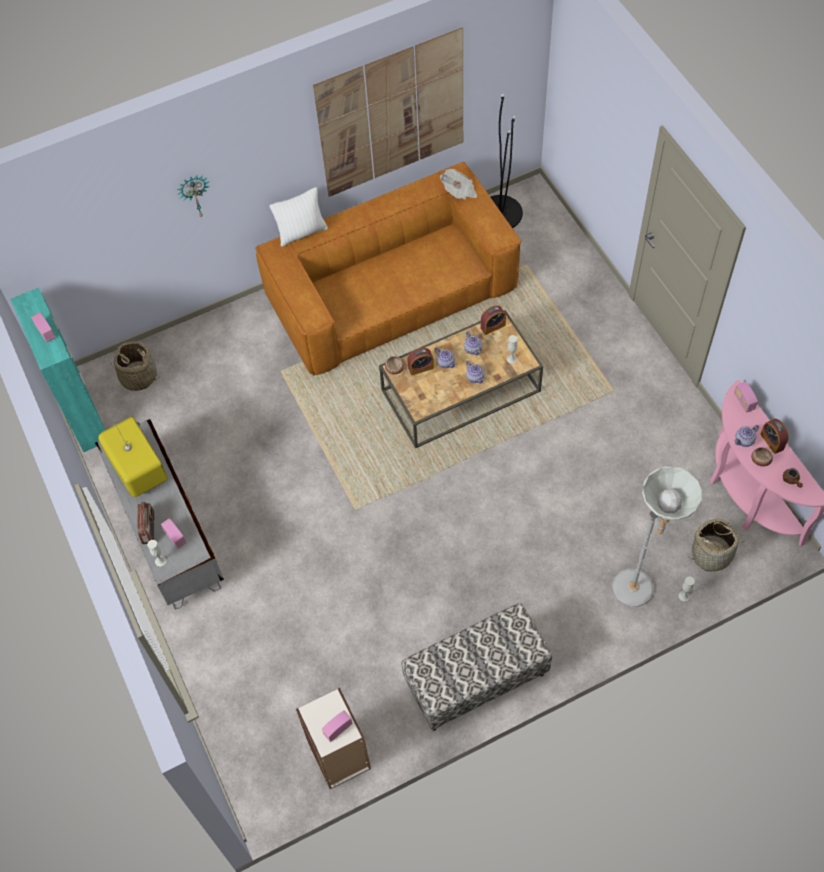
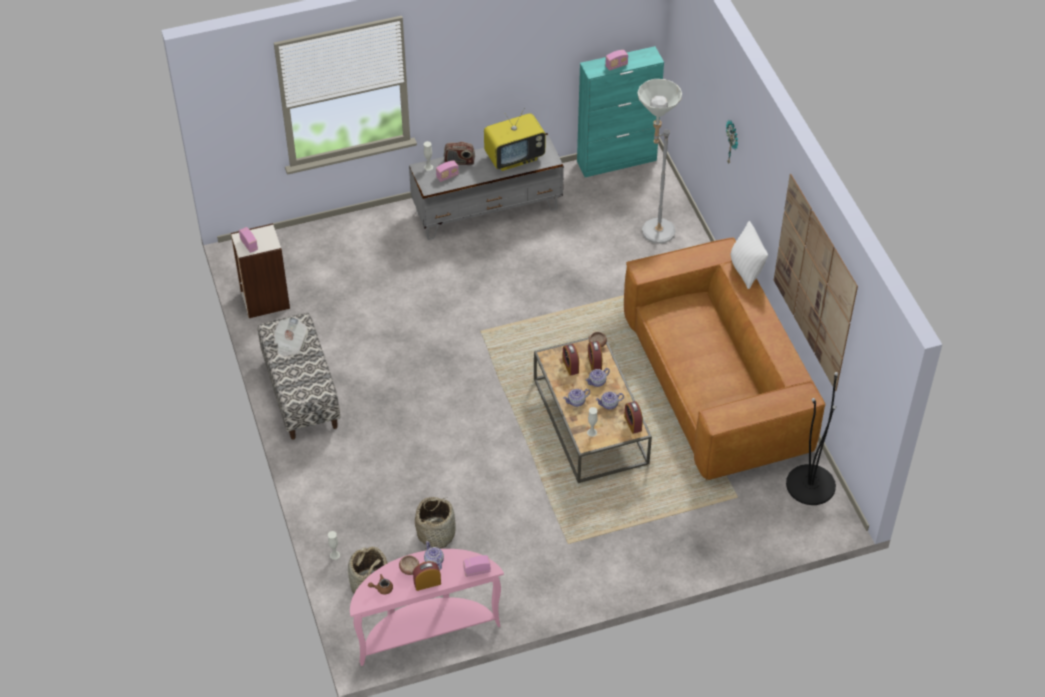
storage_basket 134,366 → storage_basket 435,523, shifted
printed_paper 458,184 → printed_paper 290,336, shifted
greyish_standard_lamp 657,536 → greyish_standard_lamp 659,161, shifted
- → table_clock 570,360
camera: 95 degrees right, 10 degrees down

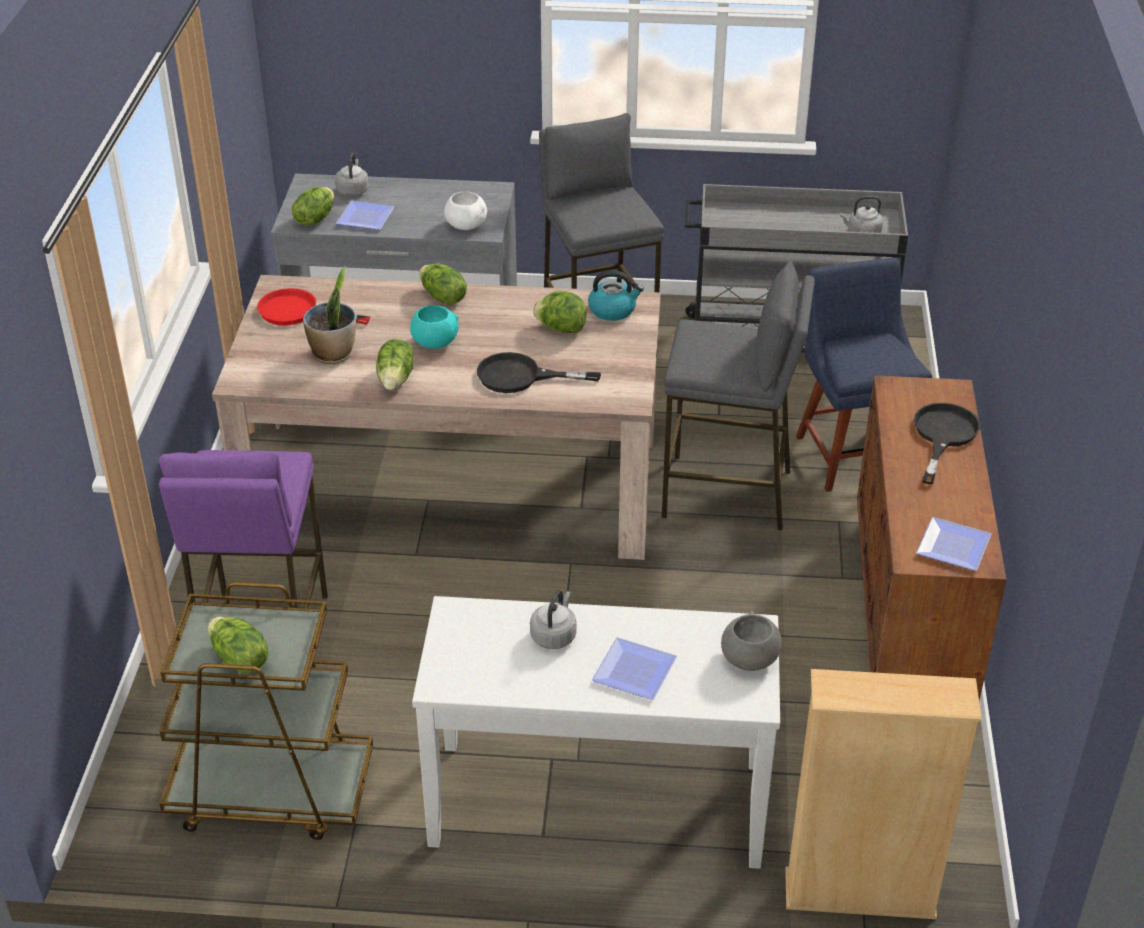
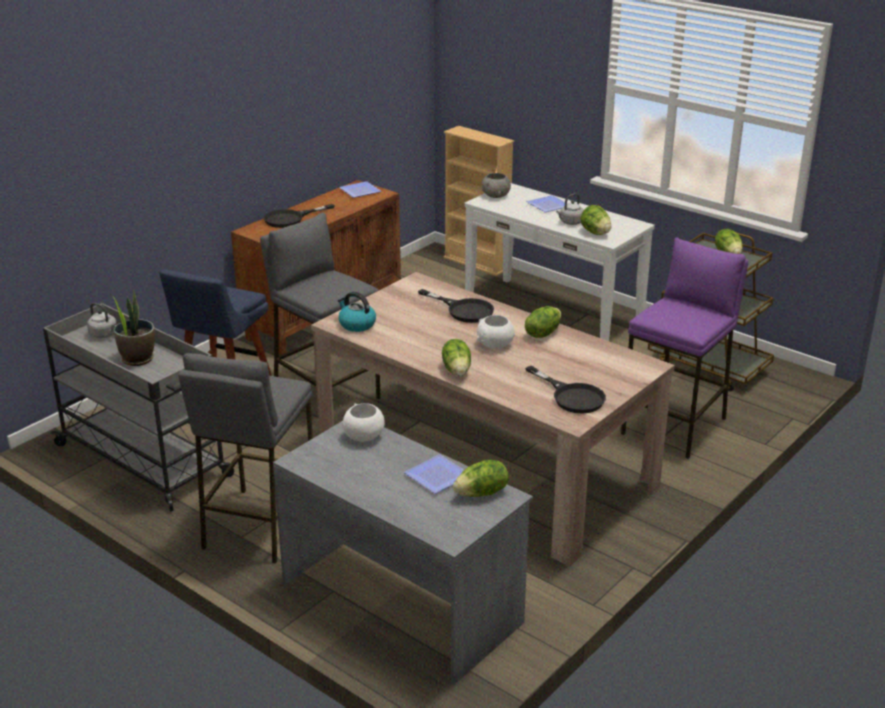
red_frying_pan 313,307 → black-coloured_frying_pan 565,389
potted_plant 329,315 → potted_plant 132,328, shifted
greyish_tea_kettle 352,174 → -
turquoise_bowl 434,327 → whitish_bowl 496,332
lettuce 560,312 → lettuce 596,220, shifted
camera: 145 degrees left, 10 degrees down

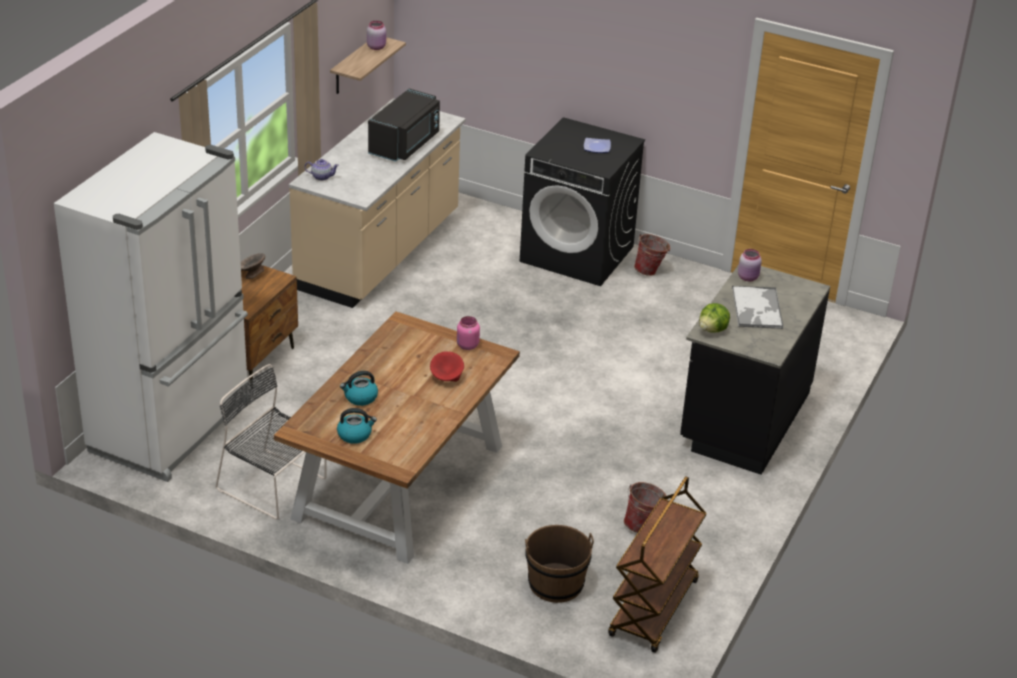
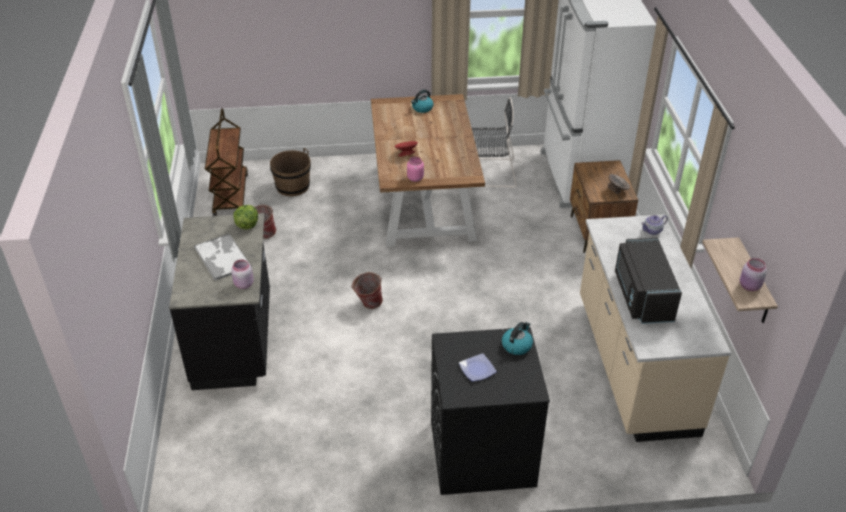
tea_kettle 359,388 → tea_kettle 517,338, shifted
water_bucket 652,255 → water_bucket 367,290, shifted
camera: 150 degrees right, 5 degrees up

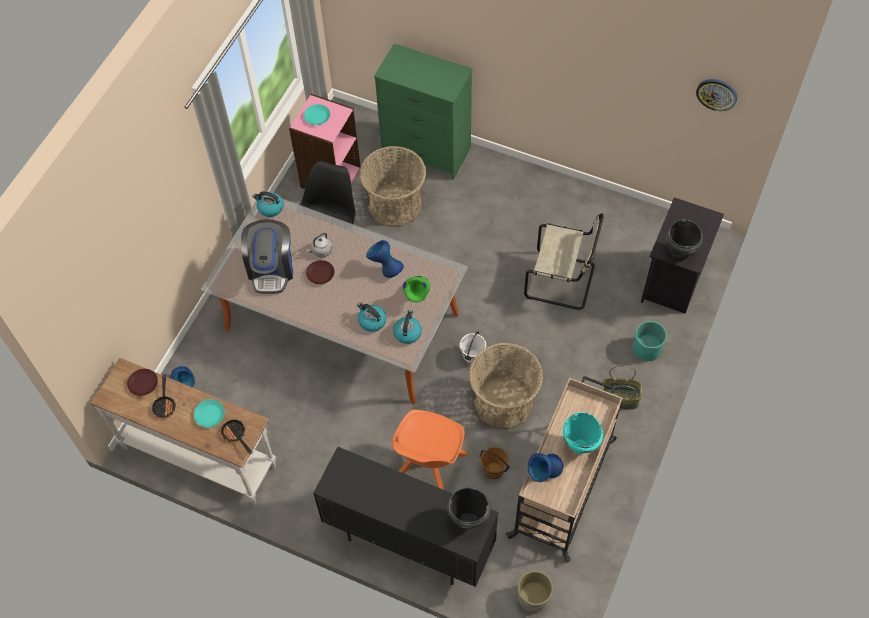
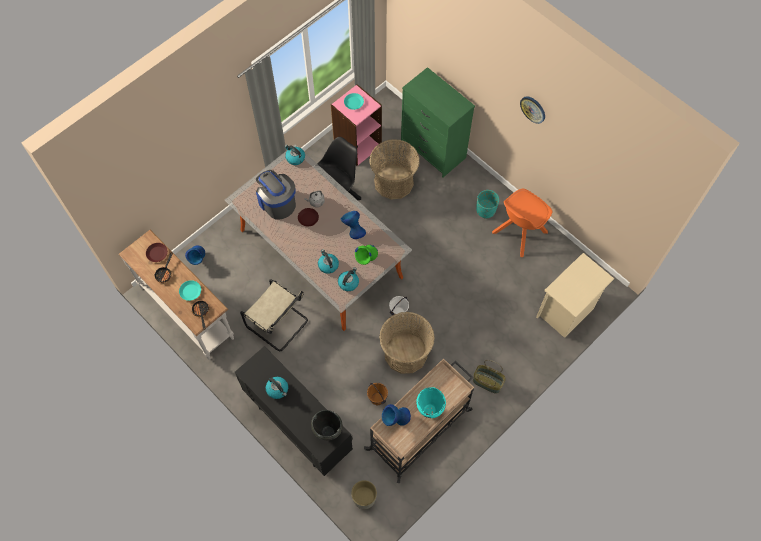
coffee_machine 267,256 → coffee_machine 276,195, 120 degrees clockwise
orangey_upright_chair 430,450 → orangey_upright_chair 522,223, shifted
sand-coloured_upright_chair 564,261 → sand-coloured_upright_chair 274,315, shifted
turquoise_plant_pot 650,341 → turquoise_plant_pot 487,204, shifted
black-coloured_night_table 682,255 → sand-coloured_night_table 575,295
black-coloured_cooking_pot 684,240 → -
wall_clock 716,95 → wall_clock 532,110, shifted
- → tea_kettle 277,388
camera: 20 degrees right, 5 degrees up

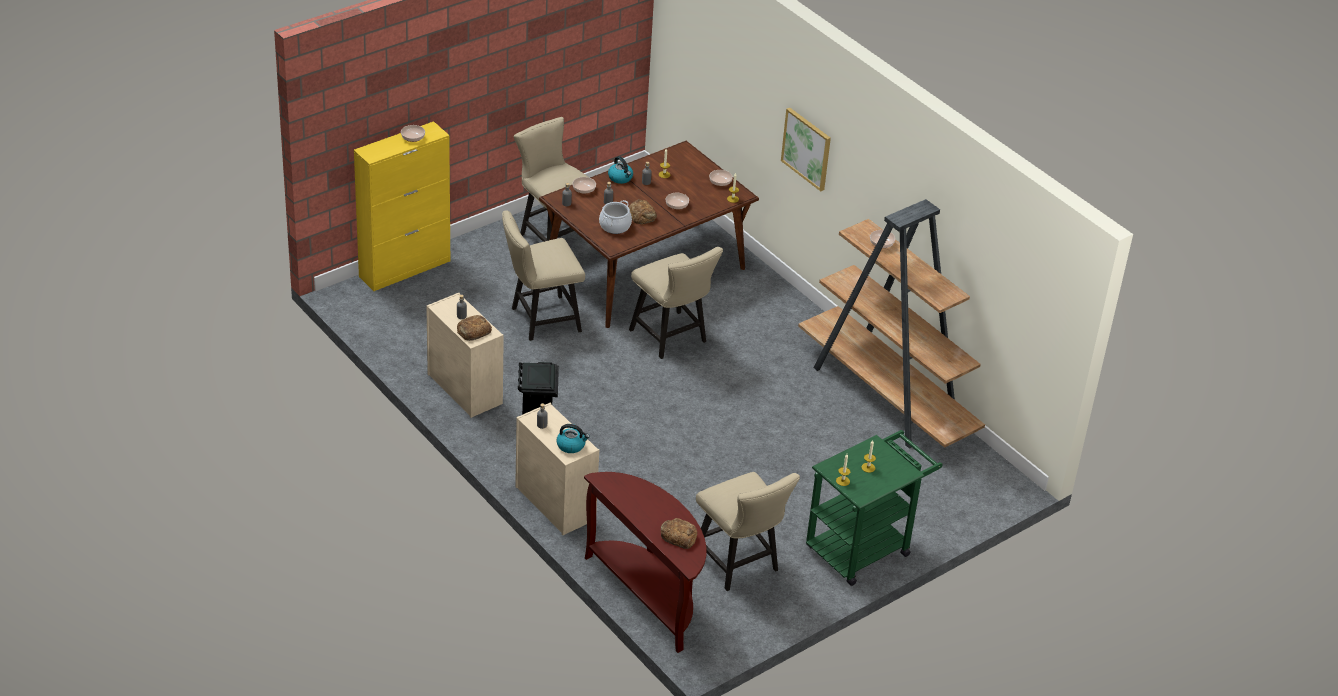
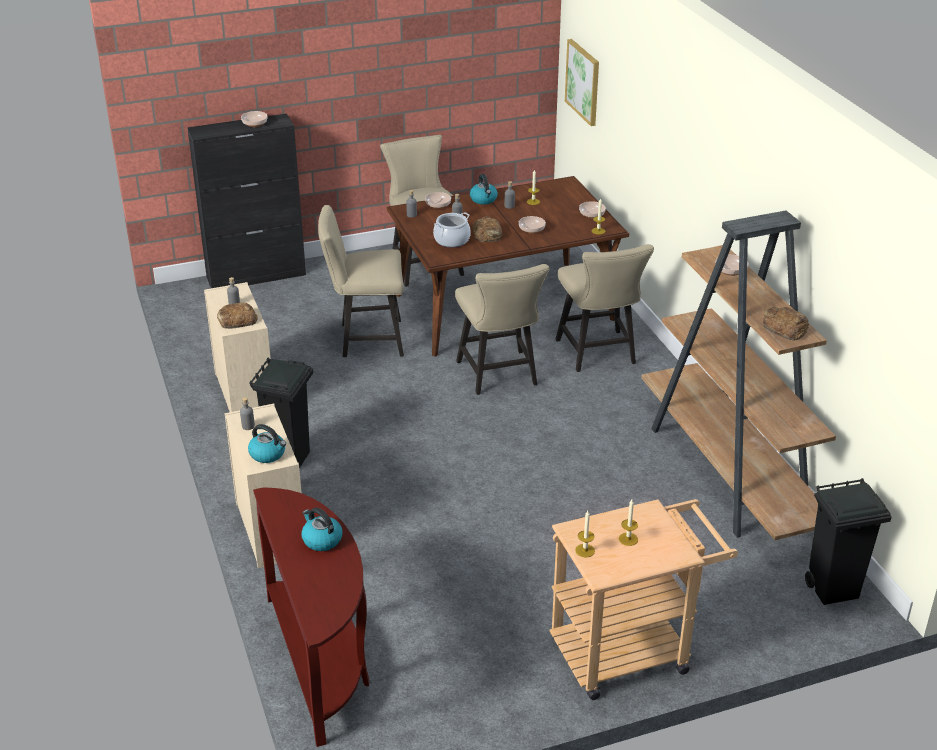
yellow-coloured_storage_cabinet 402,206 → black-coloured_storage_cabinet 246,200
bread 679,533 → bread 786,324, shifted
sand-coloured_upright_chair 748,531 → sand-coloured_upright_chair 604,308, shifted
wall_art 806,149 → wall_art 582,82, shifted
greenish_cart 874,508 → sand-coloured_cart 643,599
- → tea_kettle 322,529
- → black-coloured_rubbish_bin 848,541
camera: 20 degrees right, 5 degrees down

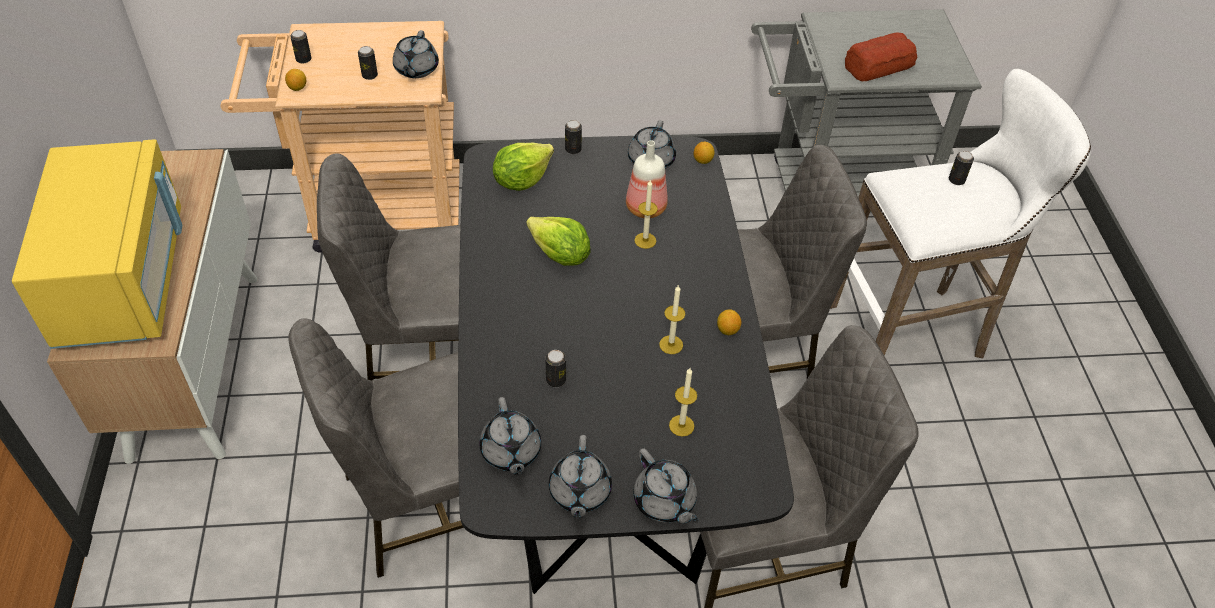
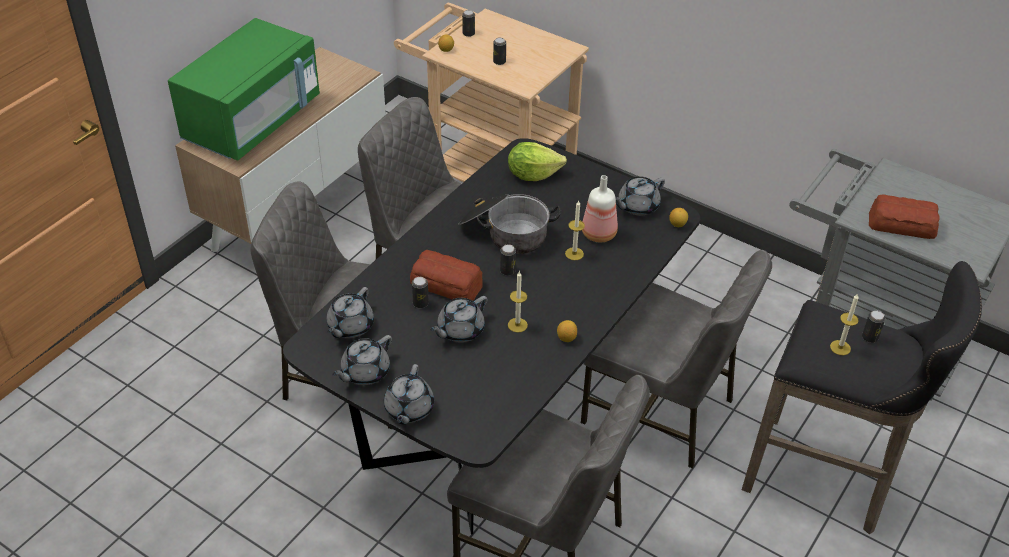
yellow-coloured_kitchen_microwave 97,244 → greenish_kitchen_microwave 244,89
greyish_tea_pot 416,54 → greyish_tea_pot 458,319, shifted
lettuce 558,241 → cooking_pot 509,224
sealed_can 573,137 → sealed_can 508,260, shifted
wax_candle 683,402 → wax_candle 844,324, shifted
whitish_sitting_stool 960,213 → black-coloured_sitting_stool 862,397
- → bread 446,275
camera: 40 degrees right, 5 degrees down

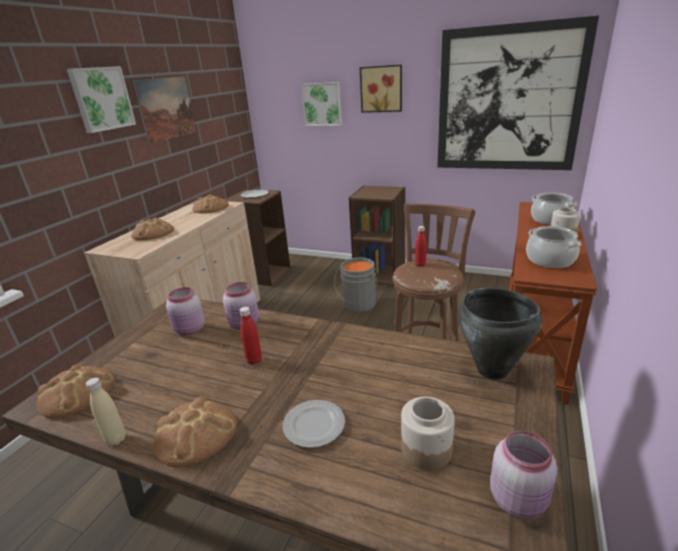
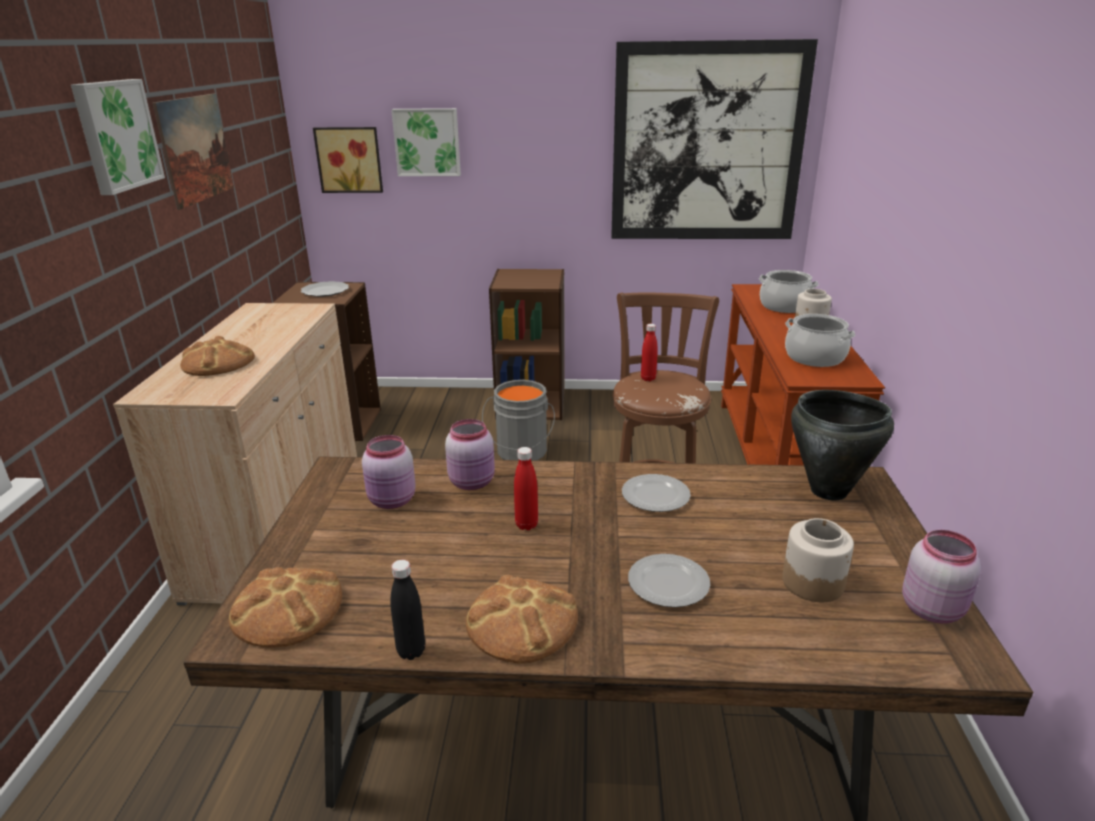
sand-coloured_beverage_bottle 106,411 → black-coloured_beverage_bottle 407,610
bread 210,204 → -
wall_art 380,89 → wall_art 348,160, shifted
- → plate 656,493
camera: 20 degrees left, 0 degrees up

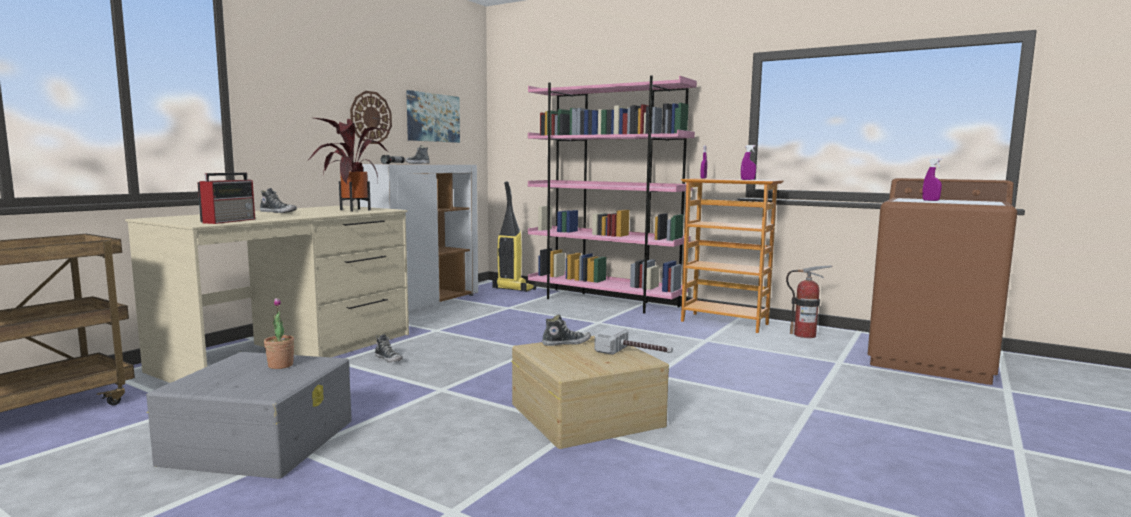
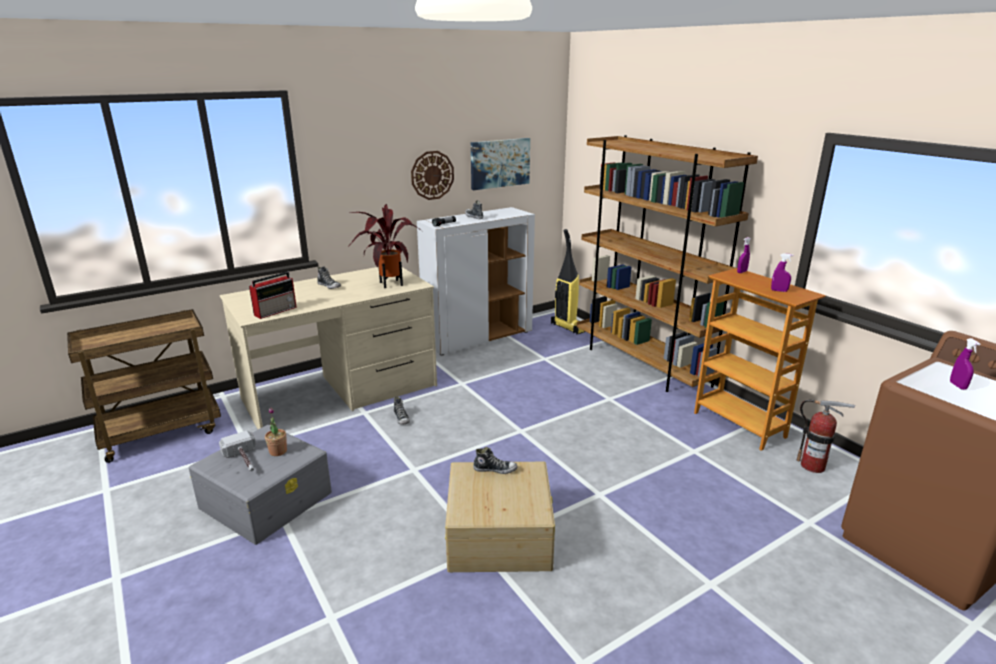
pinkish_bookcase 612,195 → brown-coloured_bookcase 667,263
hammer 633,341 → hammer 237,451, shifted
camera: 25 degrees right, 15 degrees up

